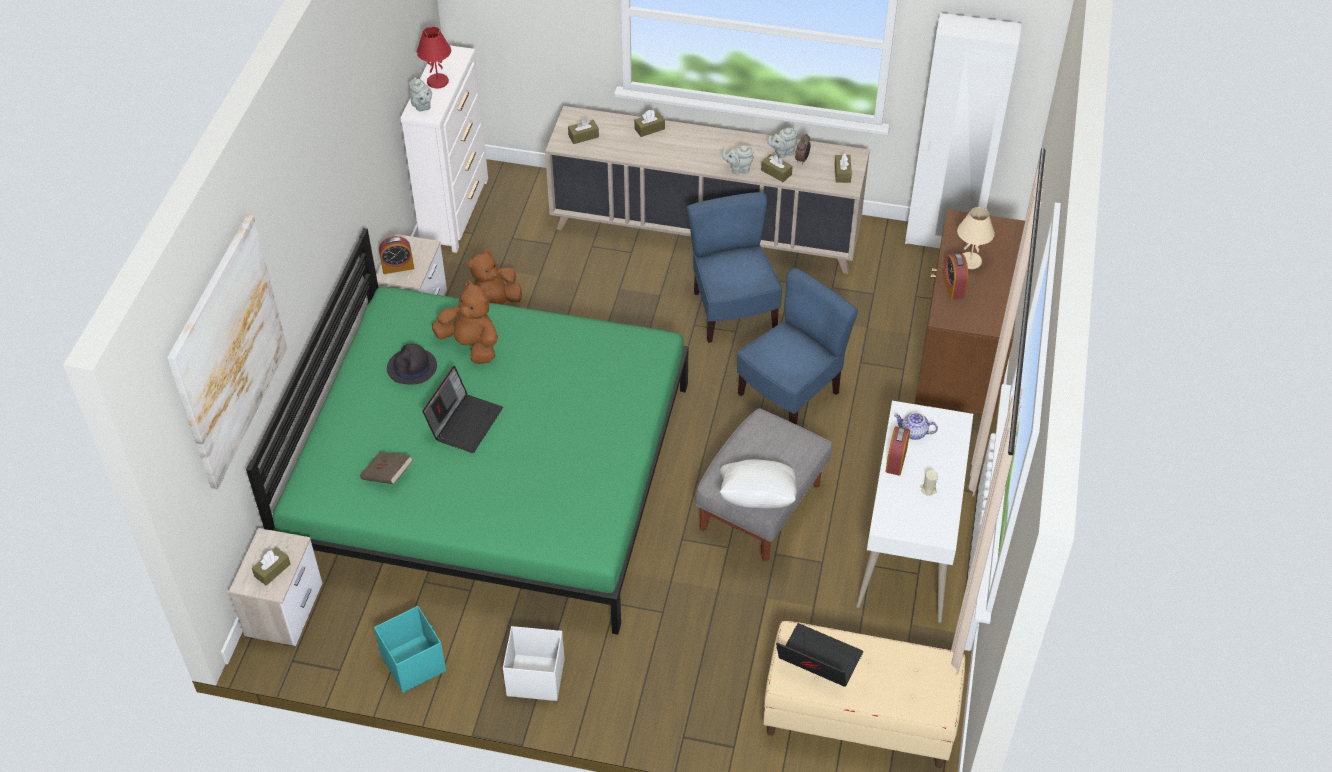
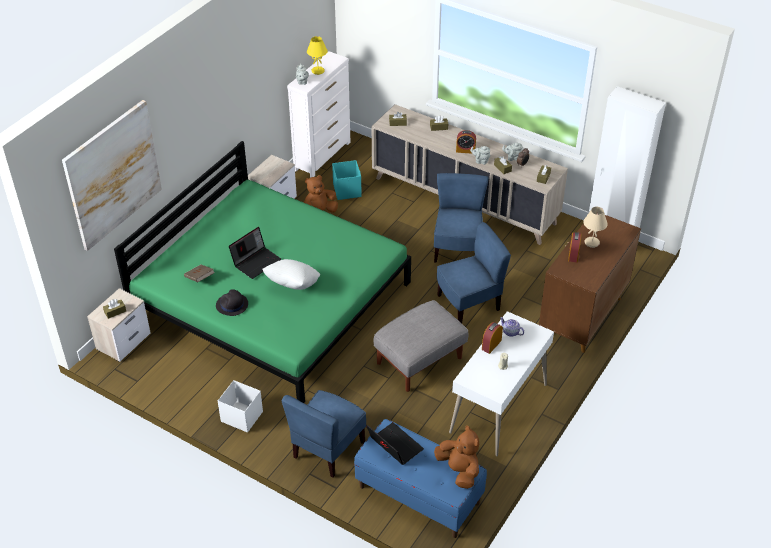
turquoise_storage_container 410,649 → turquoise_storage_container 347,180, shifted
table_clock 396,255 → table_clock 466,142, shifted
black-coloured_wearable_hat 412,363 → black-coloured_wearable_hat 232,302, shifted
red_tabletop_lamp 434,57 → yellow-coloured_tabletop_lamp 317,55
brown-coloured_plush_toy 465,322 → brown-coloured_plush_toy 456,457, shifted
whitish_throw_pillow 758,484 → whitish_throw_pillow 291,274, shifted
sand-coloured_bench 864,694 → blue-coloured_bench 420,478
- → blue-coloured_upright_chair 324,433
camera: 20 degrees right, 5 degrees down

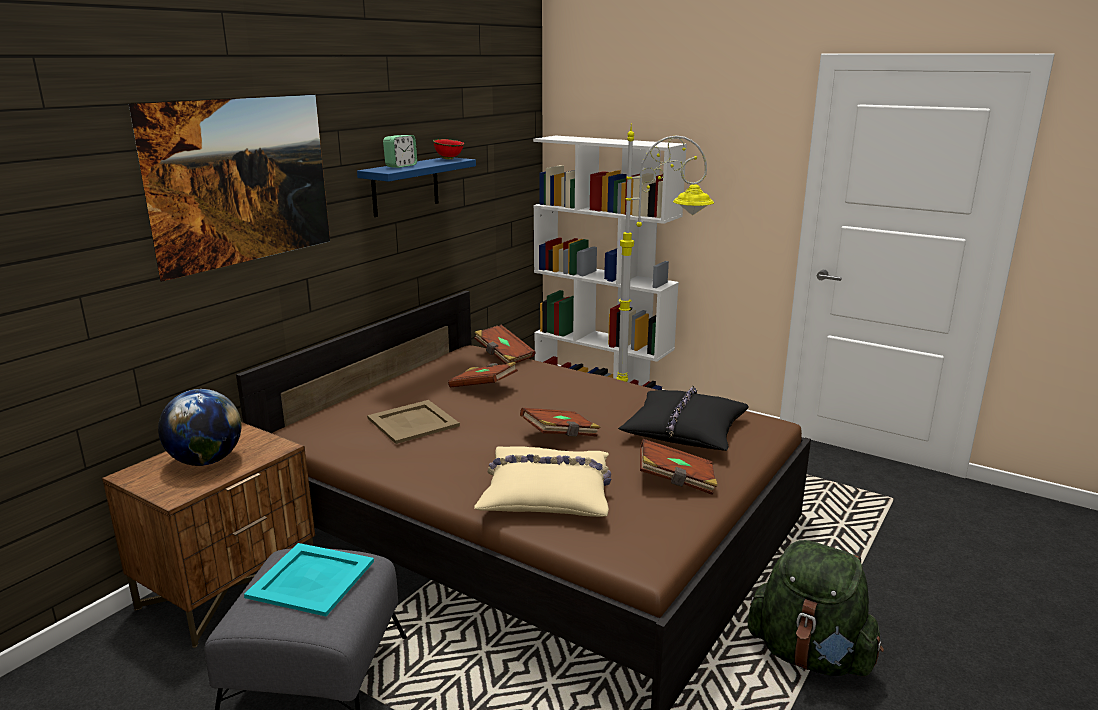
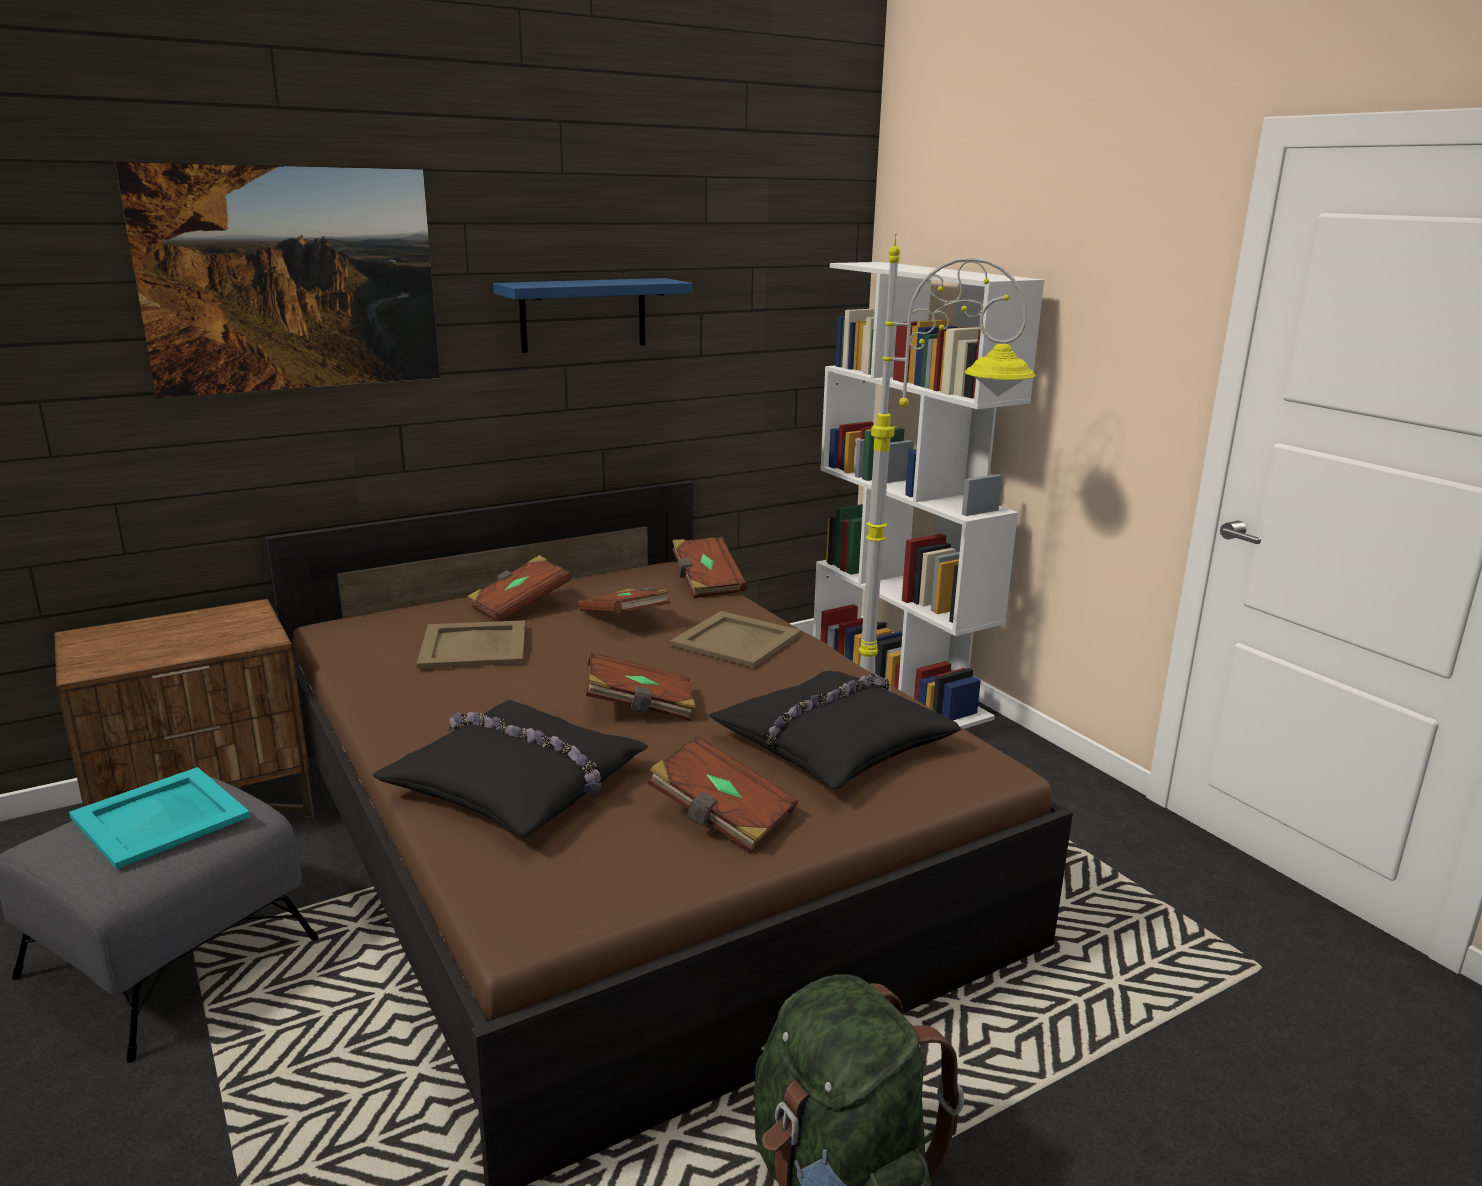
globe 199,427 → -
table_clock 400,151 → -
red_bowl 448,149 → -
sand-coloured_throw_pillow 542,481 → black-coloured_throw_pillow 510,769
- → brown-coloured_volume 519,588
- → sand-coloured_carrying_tray 735,639
camera: 25 degrees right, 0 degrees up

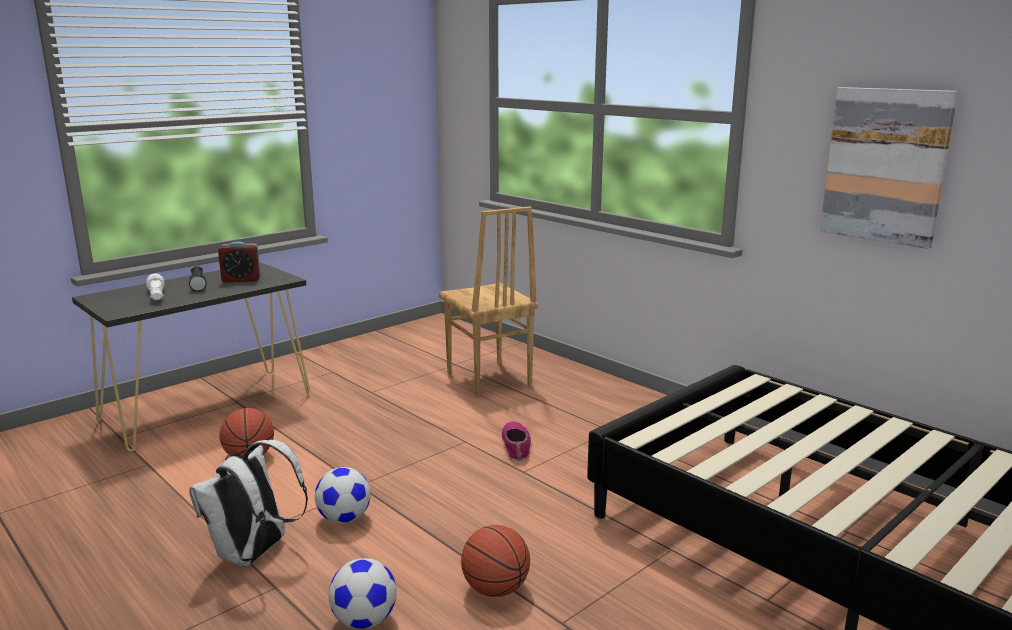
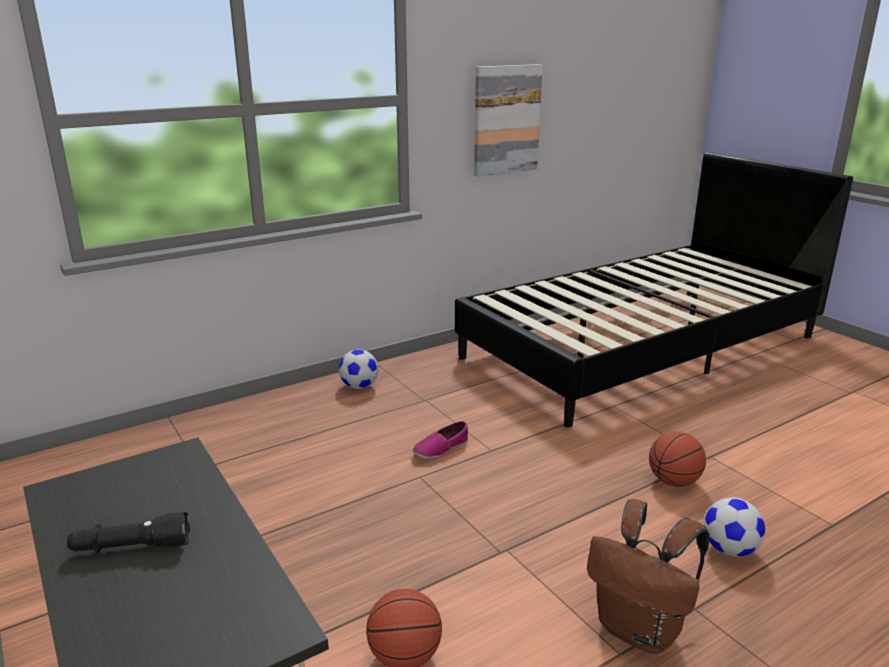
whitish_flashlight 155,287 → -
whitish_backpack 248,503 → brown-coloured_backpack 648,576
table_clock 239,261 → -
football 343,495 → football 359,369, shifted
brown-coloured_upright_chair 488,301 → -
shoe 516,441 → shoe 440,440, 45 degrees counterclockwise
camera: 80 degrees left, 5 degrees up

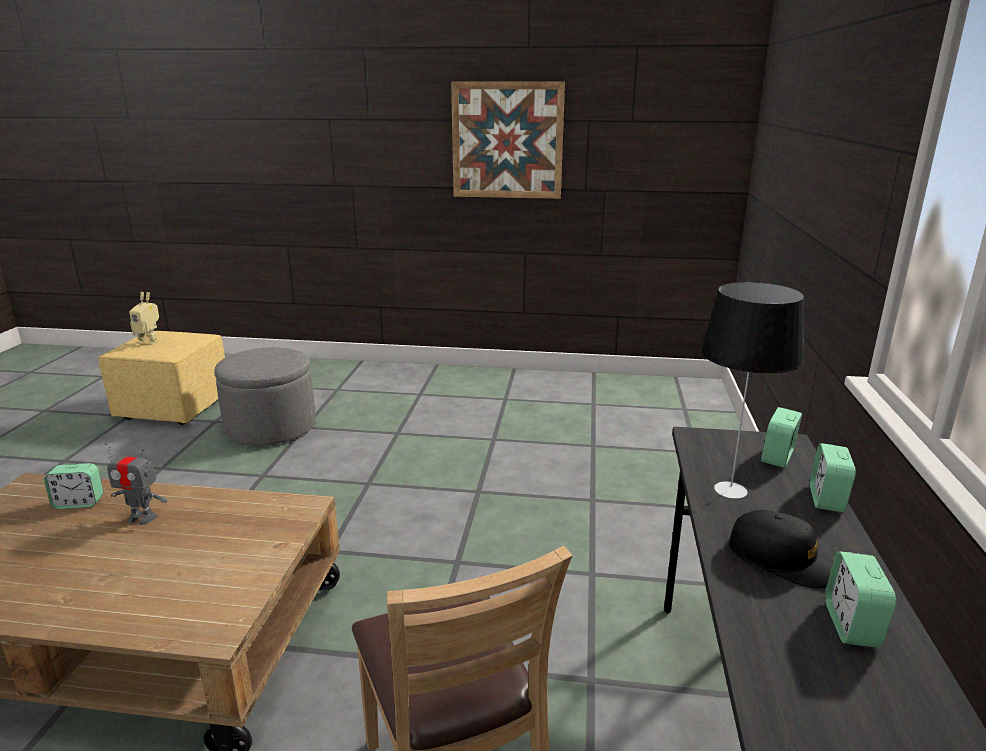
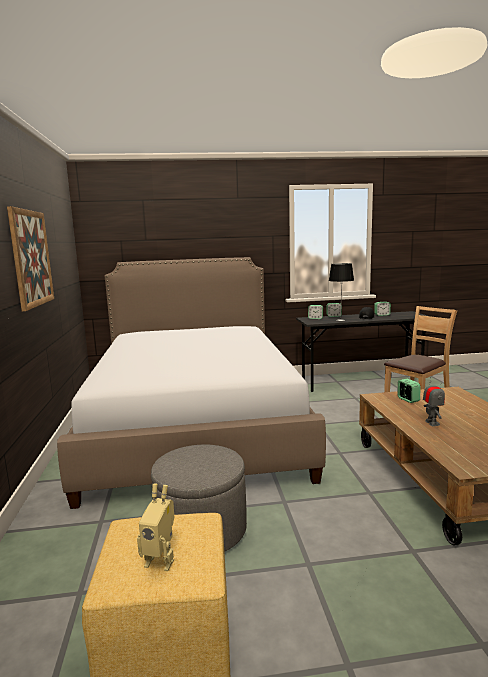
table_clock 73,486 → table_clock 409,391, shifted
toy_robot 144,318 → toy_robot 156,527, 105 degrees clockwise
- → bed 191,383
camera: 105 degrees left, 10 degrees down

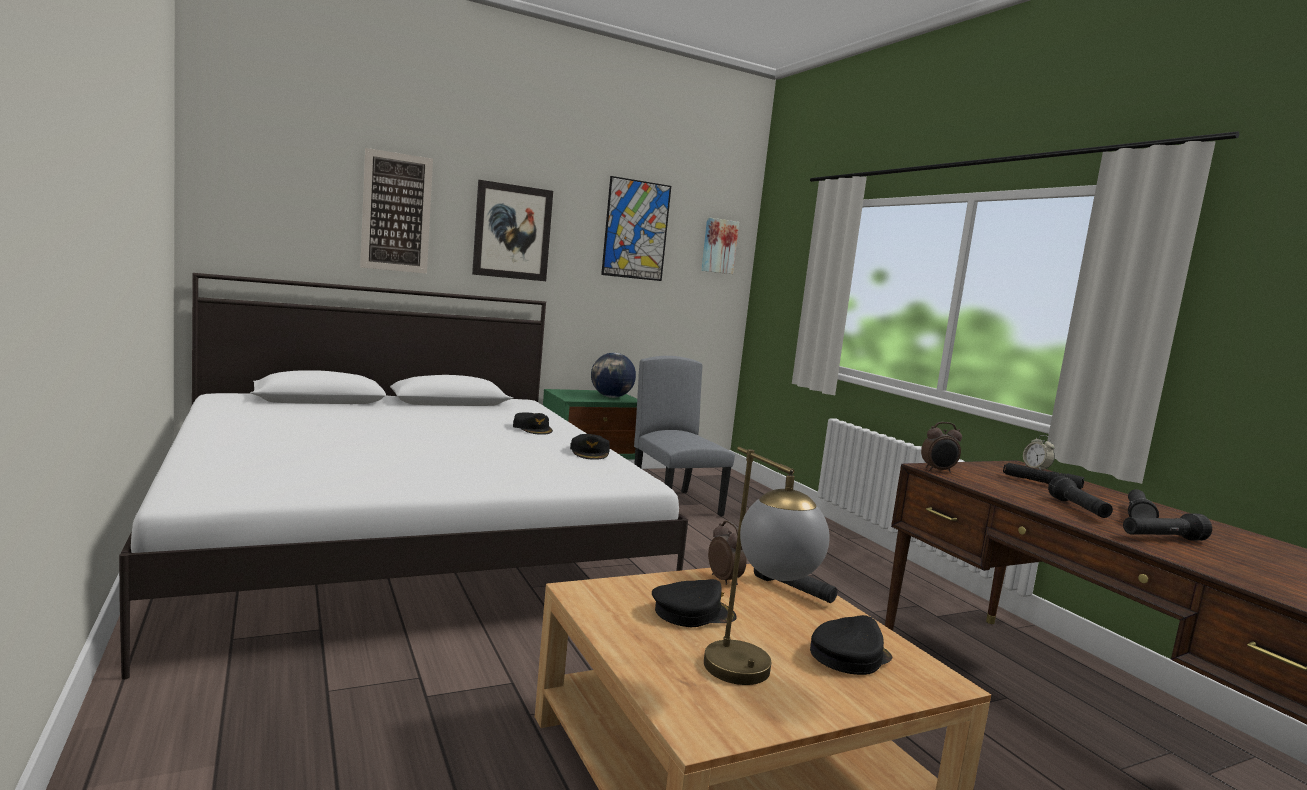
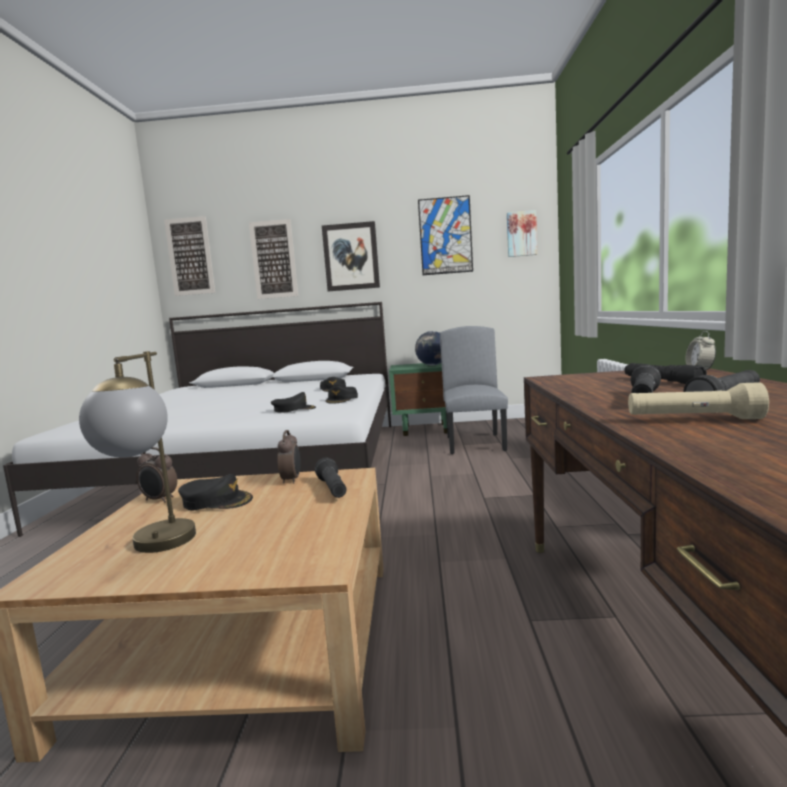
black-coloured_cap 851,645 → black-coloured_cap 293,402, shifted
table_clock 941,447 → table_clock 156,475, shifted
black-coloured_flashlight 1167,527 → sand-coloured_flashlight 698,400
- → wall_art 189,256
camera: 30 degrees right, 0 degrees up

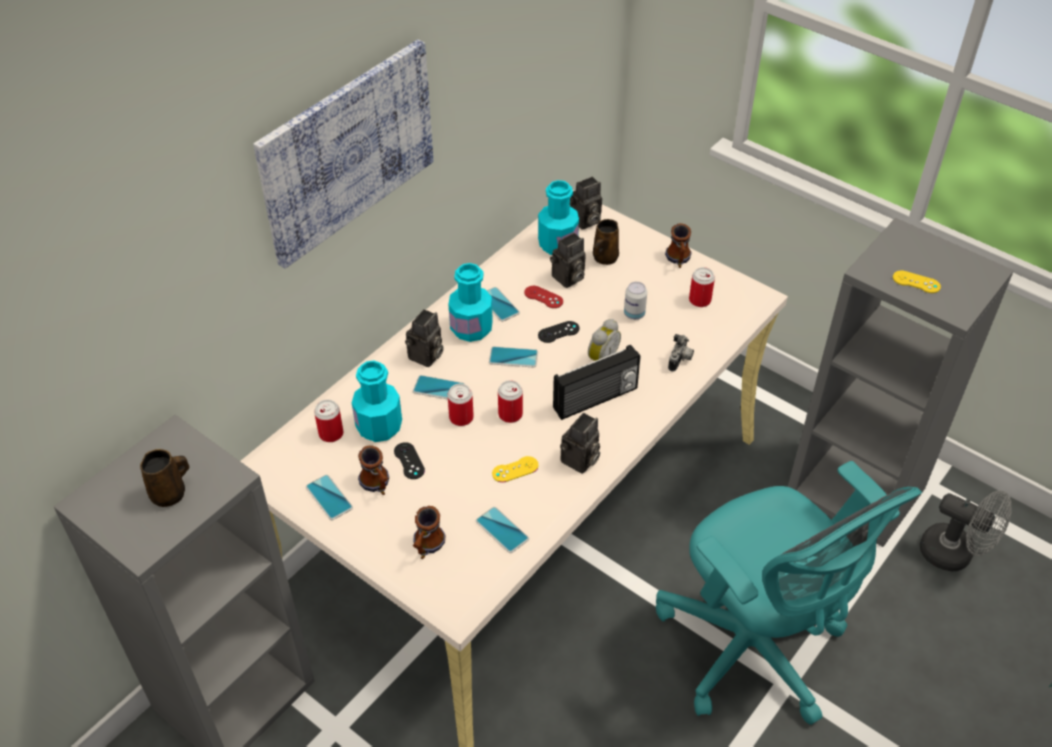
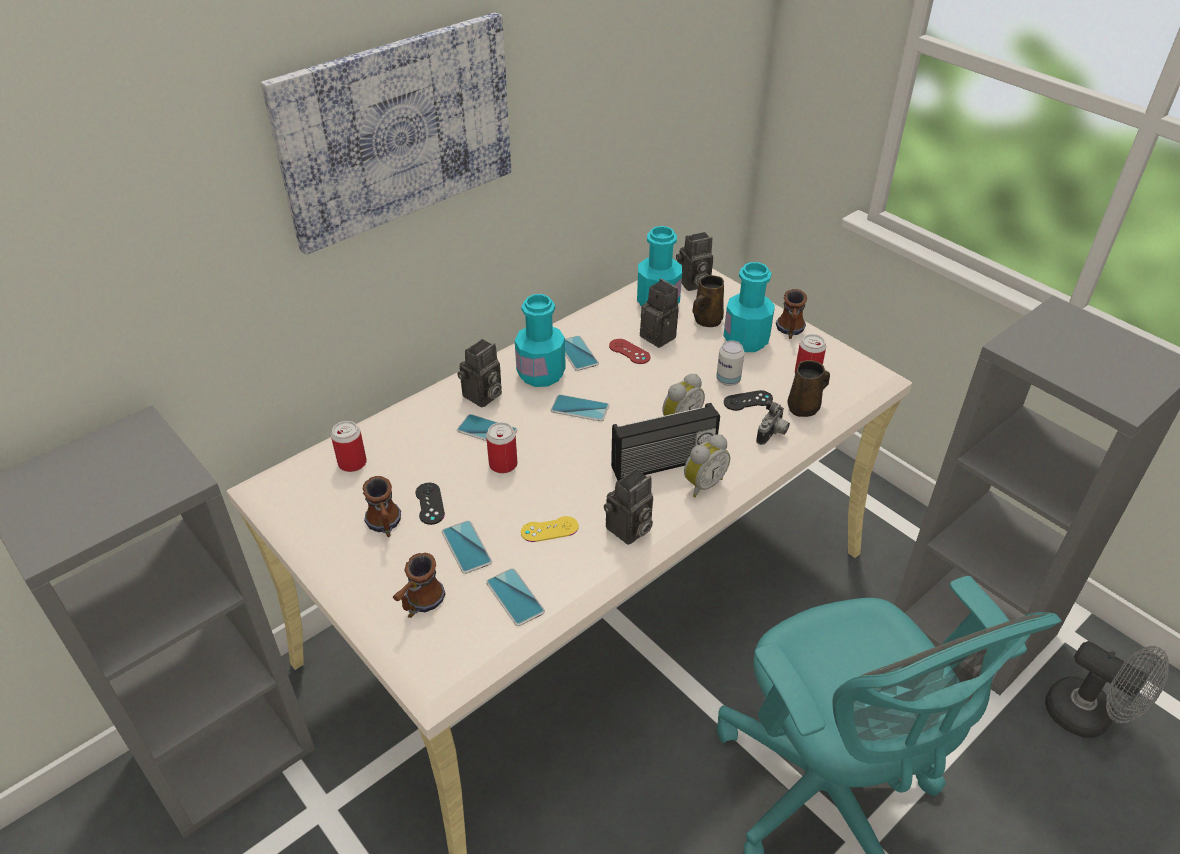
brown-coloured_coffee_mug 164,478 → brown-coloured_coffee_mug 809,388, shifted
phone 329,497 → phone 467,547, shifted
turquoise_beverage_bottle 377,401 → turquoise_beverage_bottle 749,307, shifted
sealed_can 510,401 → -
black-coloured_joypad 559,332 → black-coloured_joypad 748,400, shifted
still_camera 568,260 → still_camera 659,313, 105 degrees counterclockwise
yellow-coloured_joypad 917,282 → -
- → table_clock 707,465
camera: 10 degrees right, 5 degrees down

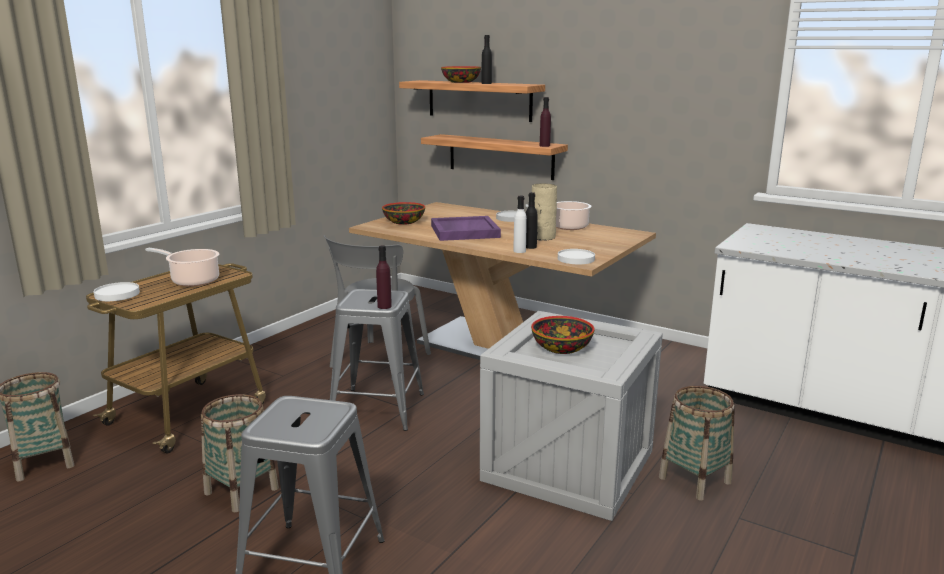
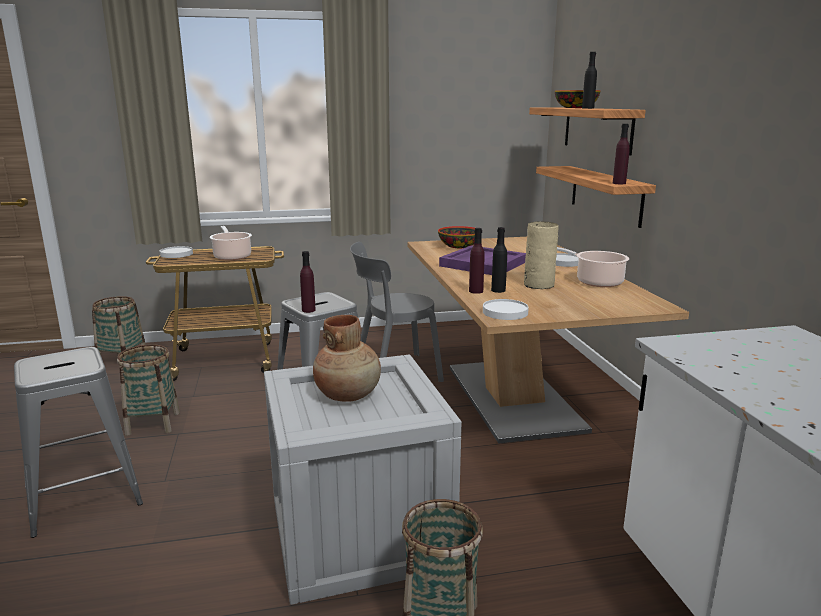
whitish_beverage_bottle 520,224 → purple_beverage_bottle 477,261
bowl 562,335 → brown-coloured_flower_vase 347,358
camera: 45 degrees right, 0 degrees up

